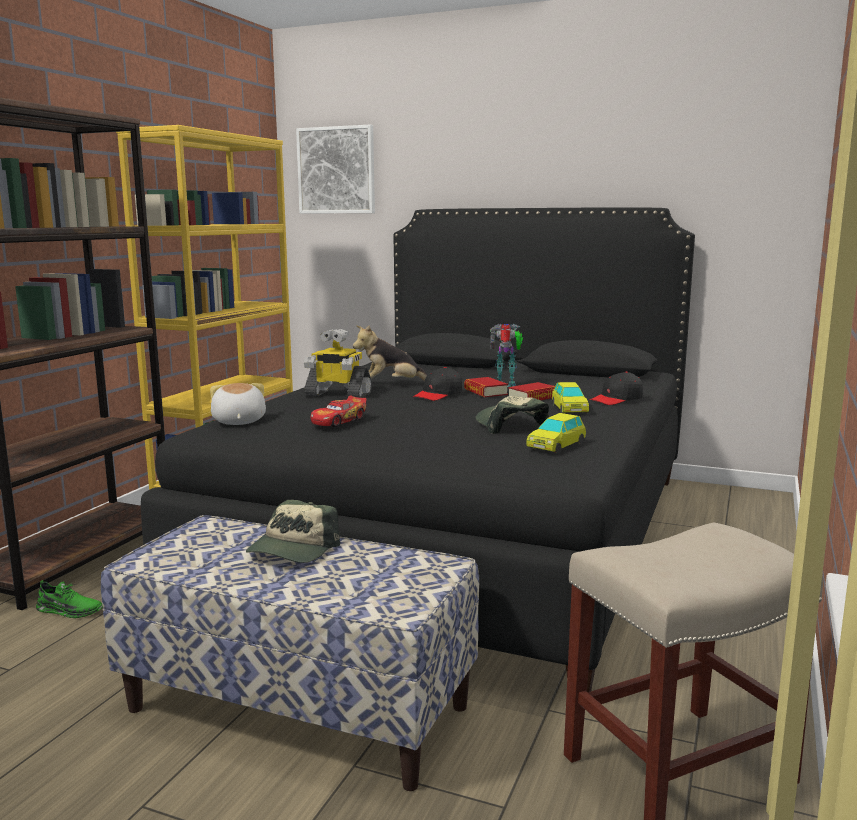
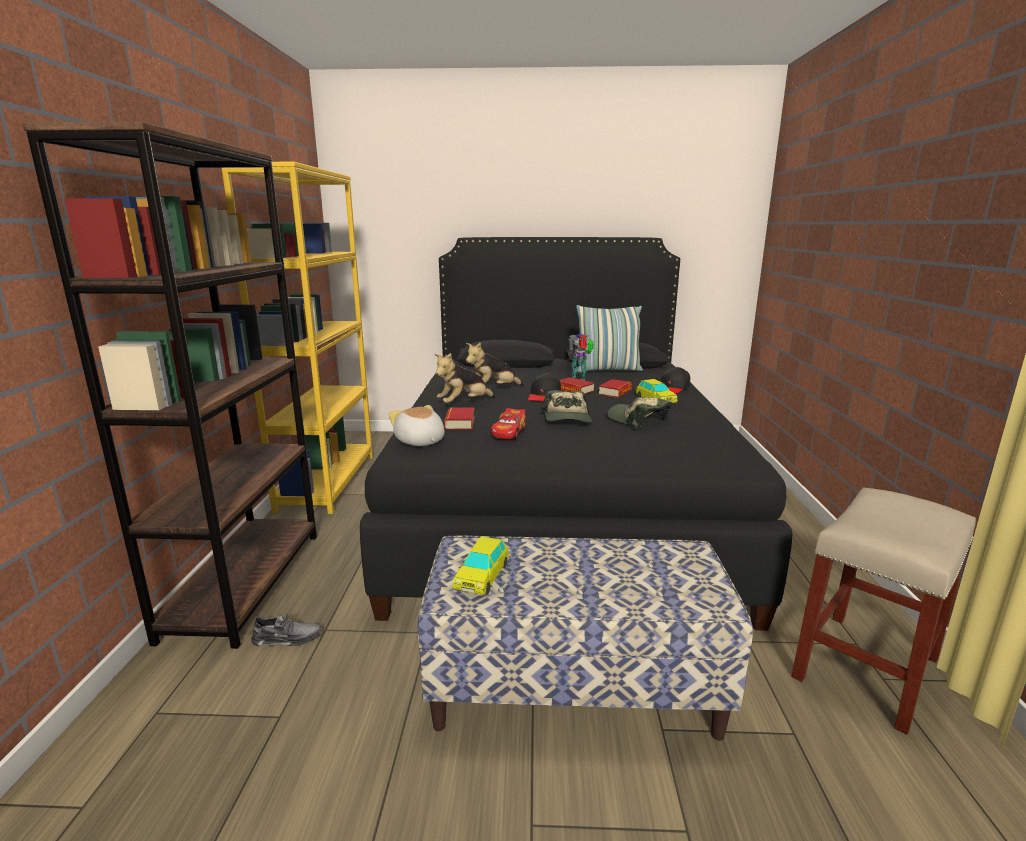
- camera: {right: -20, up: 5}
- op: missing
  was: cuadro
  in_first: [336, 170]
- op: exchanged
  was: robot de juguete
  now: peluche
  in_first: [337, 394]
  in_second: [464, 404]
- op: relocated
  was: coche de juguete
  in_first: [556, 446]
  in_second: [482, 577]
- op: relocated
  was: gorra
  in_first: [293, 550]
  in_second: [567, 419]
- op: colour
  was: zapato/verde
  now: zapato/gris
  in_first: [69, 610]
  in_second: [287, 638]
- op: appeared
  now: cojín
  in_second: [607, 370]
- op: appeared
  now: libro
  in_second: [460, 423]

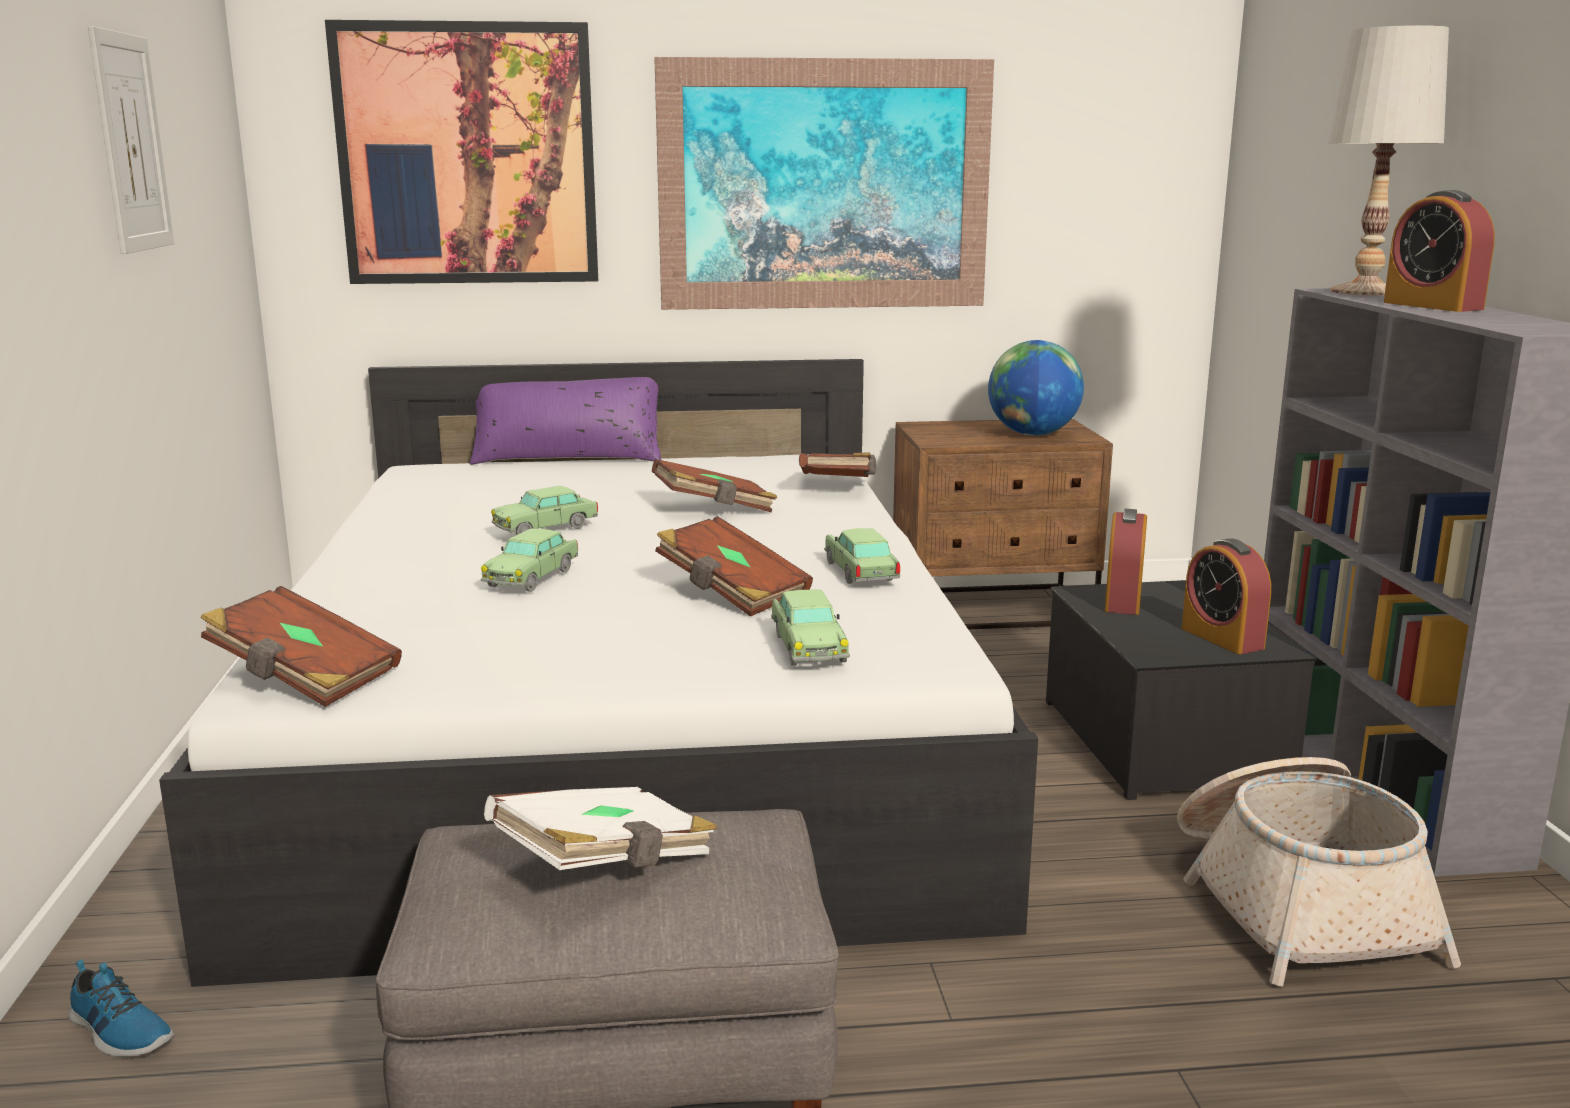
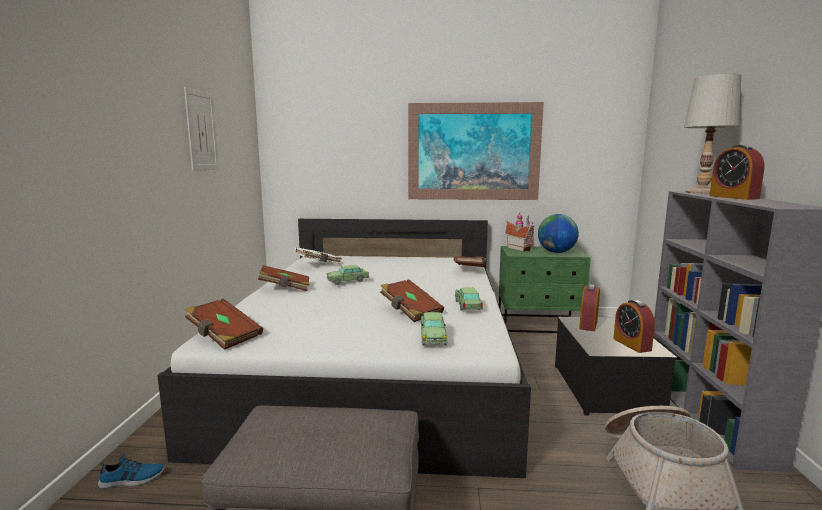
- camera: {right: 10, up: -5}
- op: missing
  was: cuadro
  in_first: [468, 155]
- op: missing
  was: cojín/morado
  in_first: [568, 458]
- op: colour
  was: mesita de noche/marrón
  now: mesita de noche/verde
  in_first: [993, 611]
  in_second: [539, 325]
- op: relocated
  was: libro/marrón
  in_first: [714, 509]
  in_second: [285, 288]
- op: missing
  was: coche de juguete
  in_first: [532, 577]
- op: relocated
  was: libro/blanco
  in_first: [606, 864]
  in_second: [319, 264]
- op: spun
  was: zapato
  in_first: [118, 1032]
  in_second: [132, 479]
  clockwise: -60
- op: appeared
  now: casita
  in_second: [520, 249]

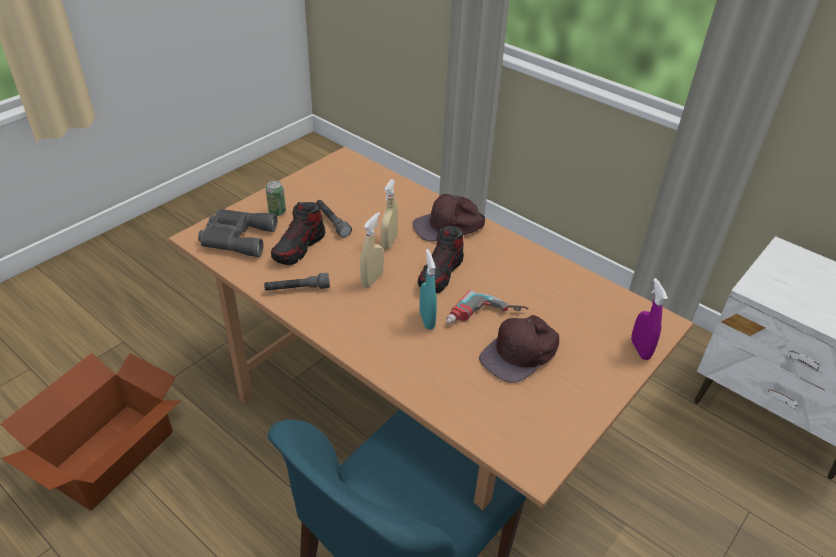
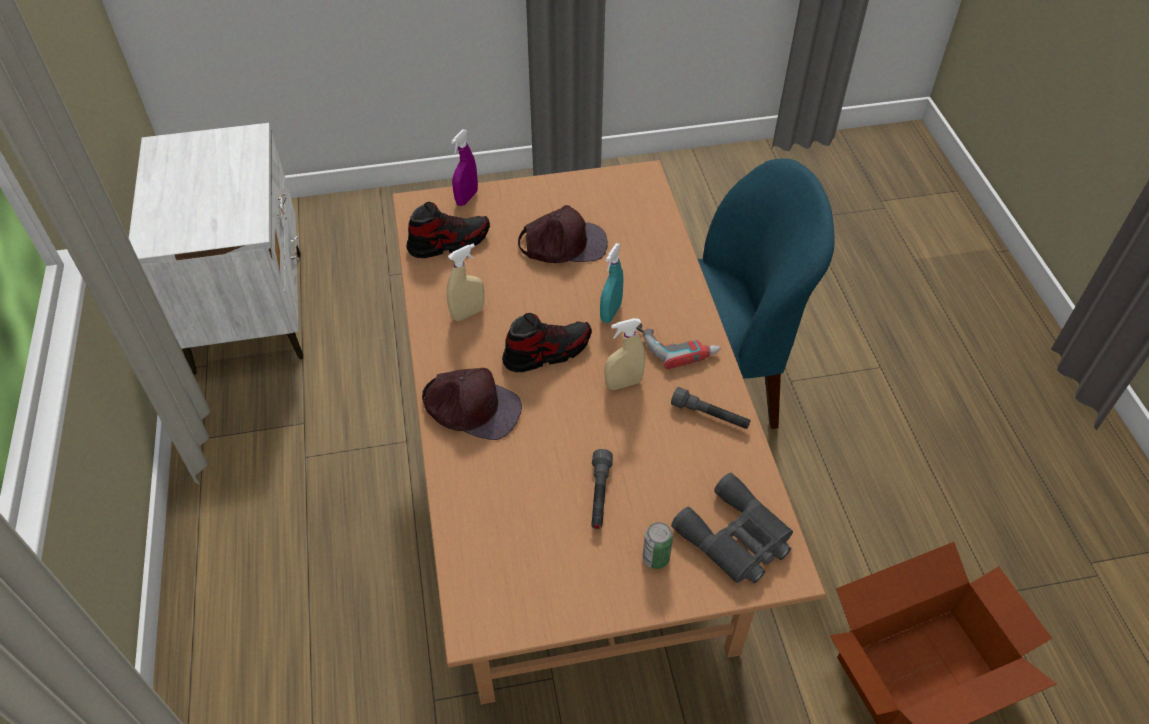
- camera: {right: -140, up: 10}
- op: relocated
  was: pulverizador/beis
  in_first: [389, 242]
  in_second: [468, 313]
- op: relocated
  was: zapato
  in_first: [299, 247]
  in_second: [449, 242]
- op: relocated
  was: taladro
  in_first: [485, 319]
  in_second: [673, 340]

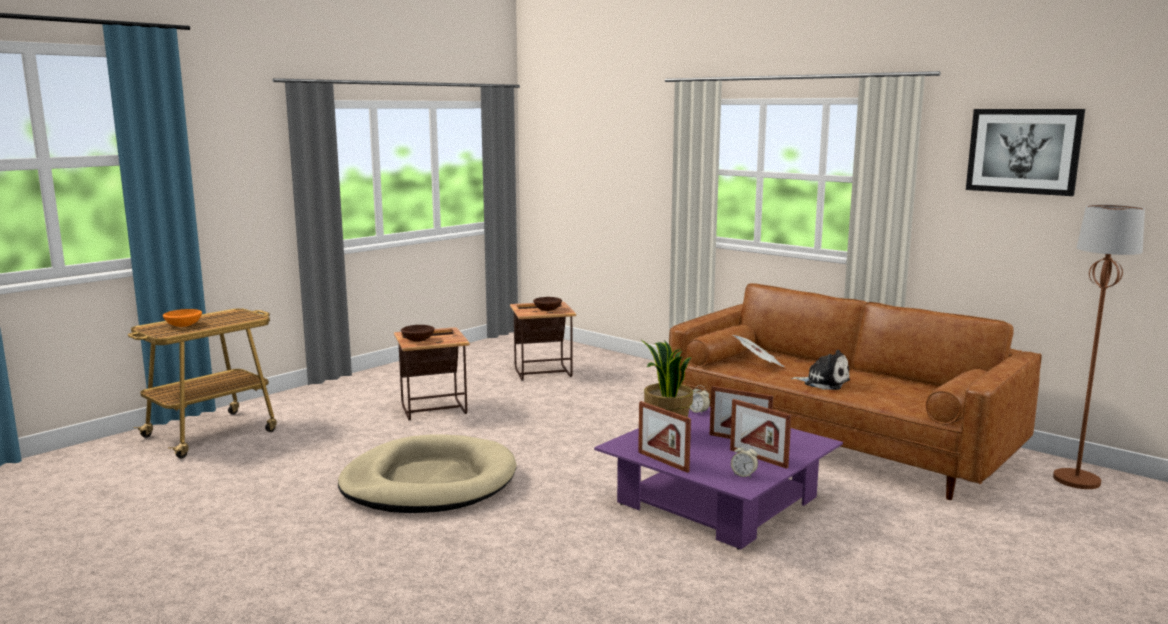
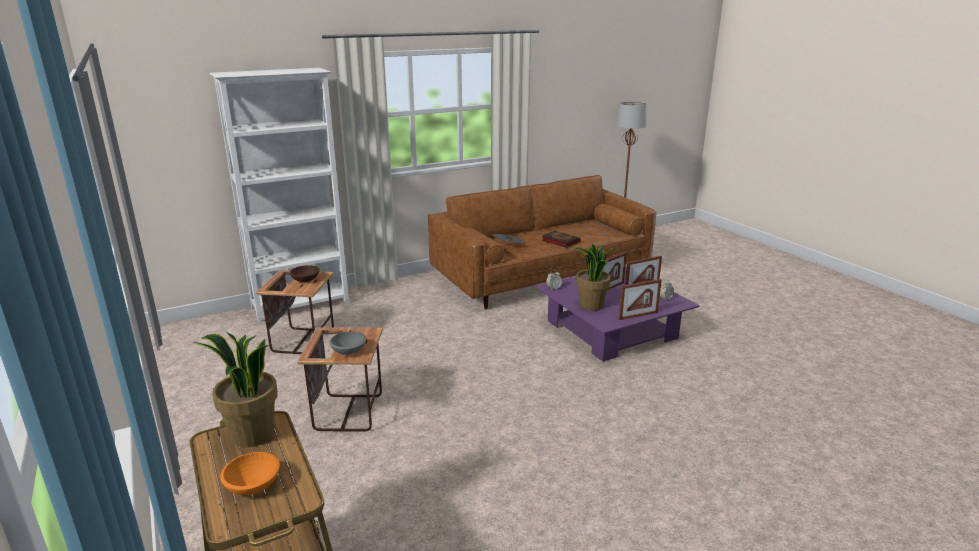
- camera: {right: -70, up: 10}
- op: missing
  was: cuadro
  in_first: [1023, 151]
- op: colour
  was: cuenco/marrón
  now: cuenco/gris
  in_first: [418, 340]
  in_second: [349, 350]
- op: exchanged
  was: peluche
  now: libro
  in_first: [824, 382]
  in_second: [559, 241]
- op: missing
  was: cama para perro/beis
  in_first: [429, 482]
- op: appeared
  now: estantería/blanco
  in_second: [301, 306]
- op: appeared
  now: planta en maceta
  in_second: [252, 435]

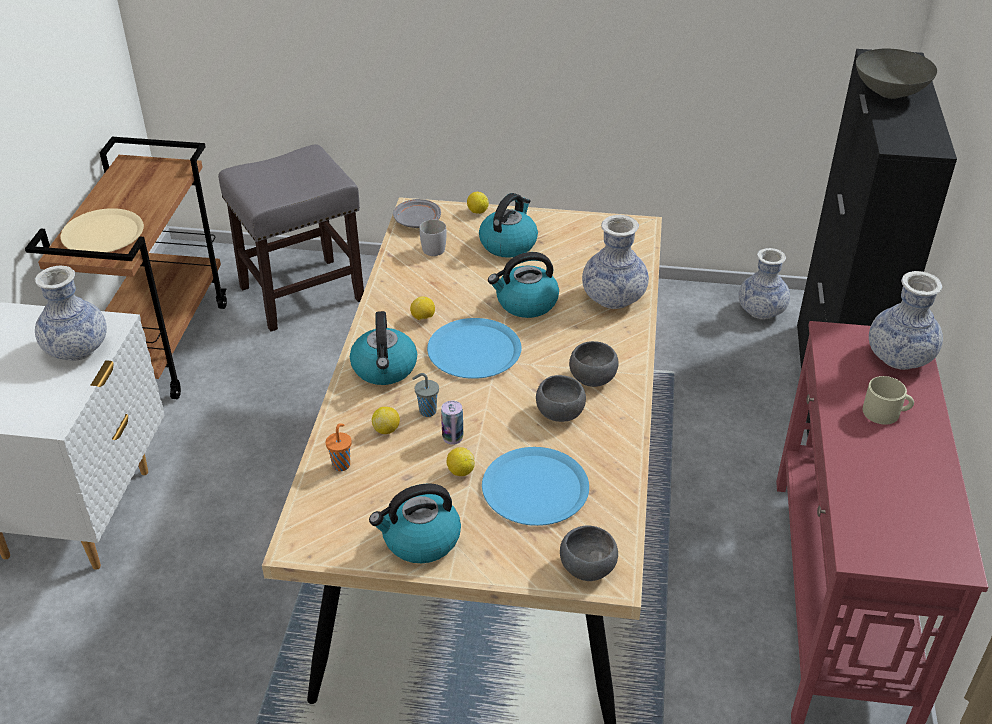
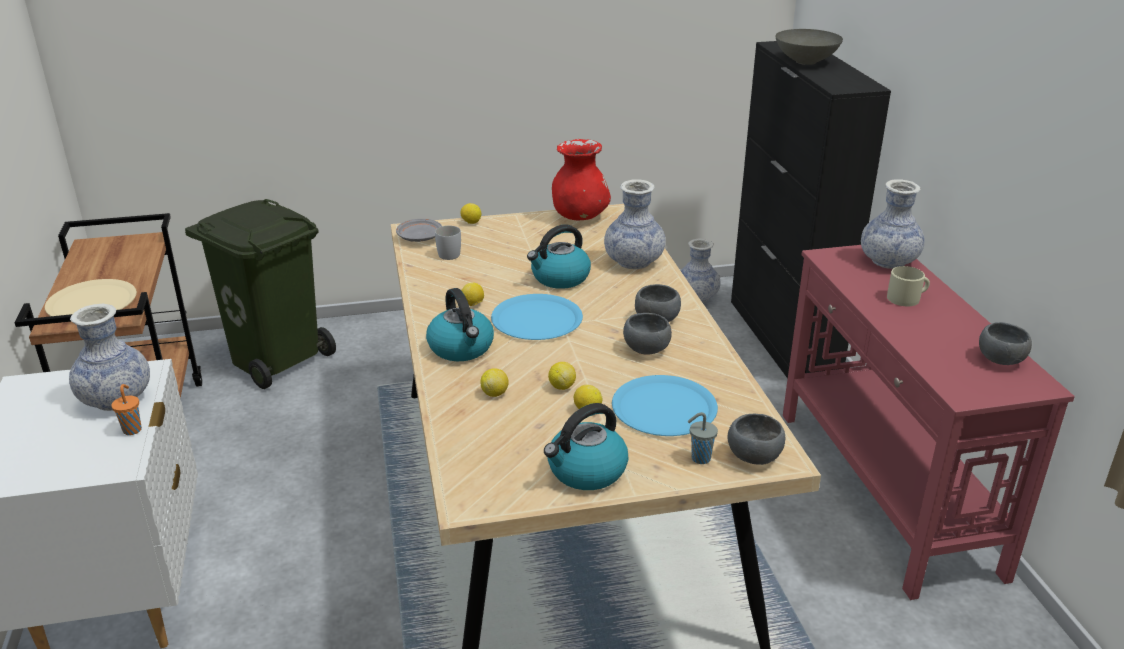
- camera: {right: -20, up: -10}
- op: exchanged
  was: taburete/gris
  now: papelera/verde
  in_first: [303, 293]
  in_second: [277, 358]
- op: missing
  was: hervidor
  in_first: [508, 243]
- op: relocated
  was: taza/gris
  in_first: [426, 411]
  in_second: [699, 458]
- op: exchanged
  was: lata
  now: limón
  in_first: [452, 437]
  in_second: [562, 386]
- op: relocated
  was: taza/naranja
  in_first: [341, 464]
  in_second: [132, 429]
- op: appeared
  now: florero/rojo
  in_second: [579, 217]
- op: appeared
  now: cuenco/gris
  in_second: [999, 360]

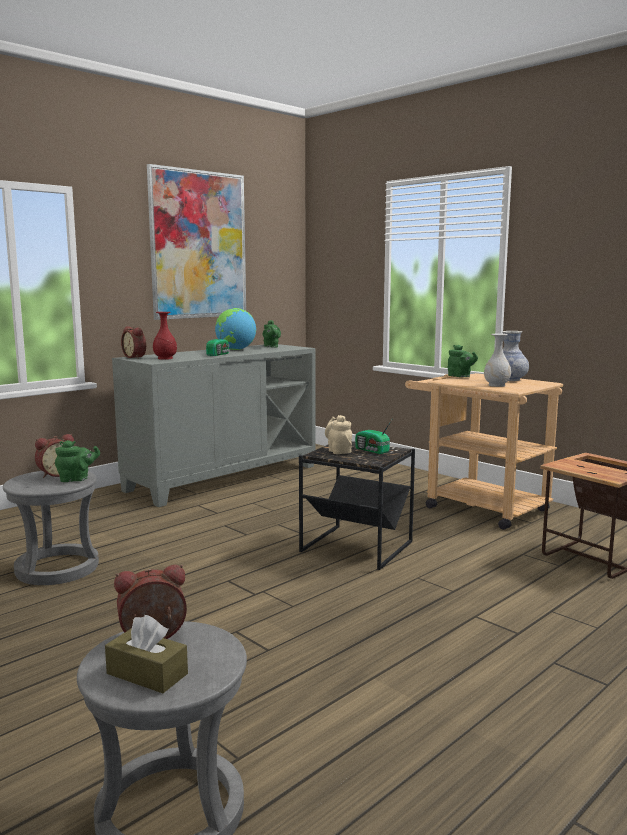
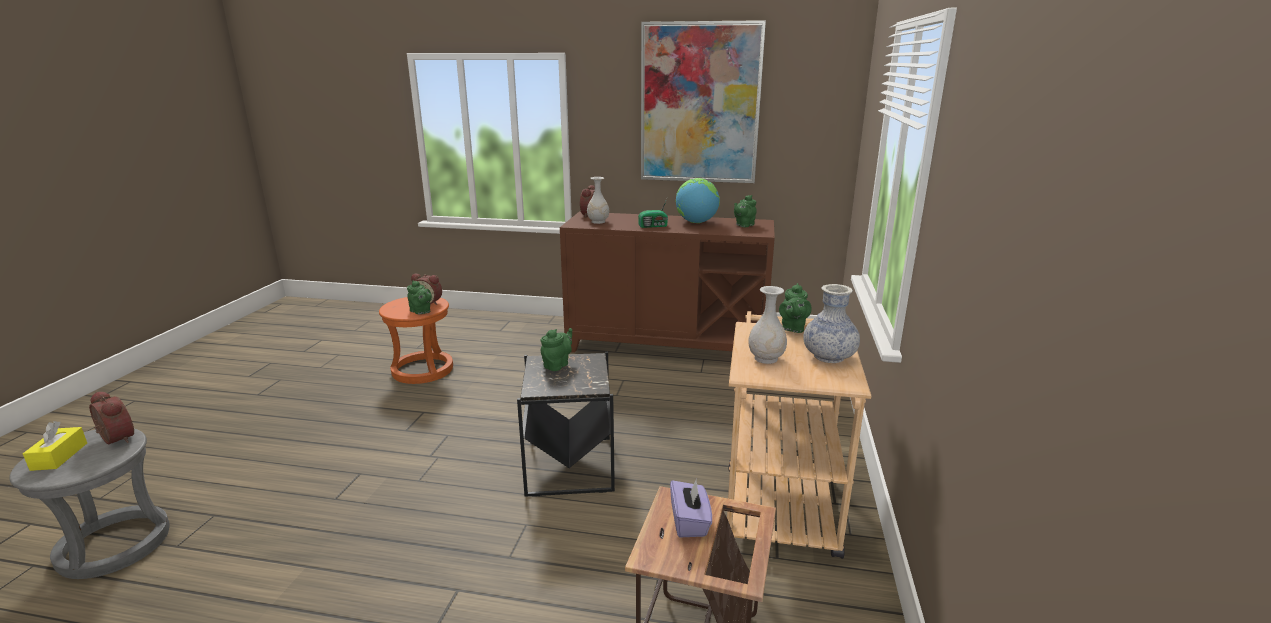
- camera: {right: 55, up: 10}
- op: colour
  was: florero/rojo
  now: florero/blanco
  in_first: [165, 358]
  in_second: [598, 222]
- op: colour
  was: armario/gris
  now: armario/marrón
  in_first: [223, 478]
  in_second: [667, 345]
- op: colour
  was: tetera/beis
  now: tetera/verde
  in_first: [338, 451]
  in_second: [557, 365]
- op: missing
  was: radio
  in_first: [372, 450]
- op: colour
  was: taburete/gris
  now: taburete/naranja
  in_first: [57, 568]
  in_second: [423, 370]
- op: colour
  was: caja de pañuelos/marrón
  now: caja de pañuelos/amarillo
  in_first: [147, 674]
  in_second: [59, 456]
- op: appeared
  now: caja de pañuelos/morado
  in_second: [690, 522]

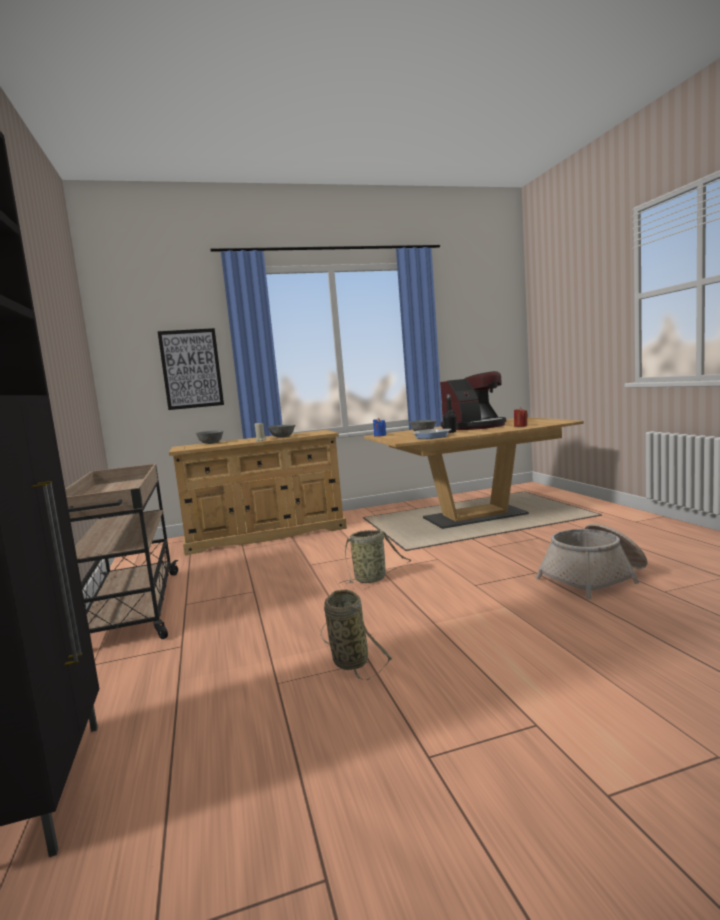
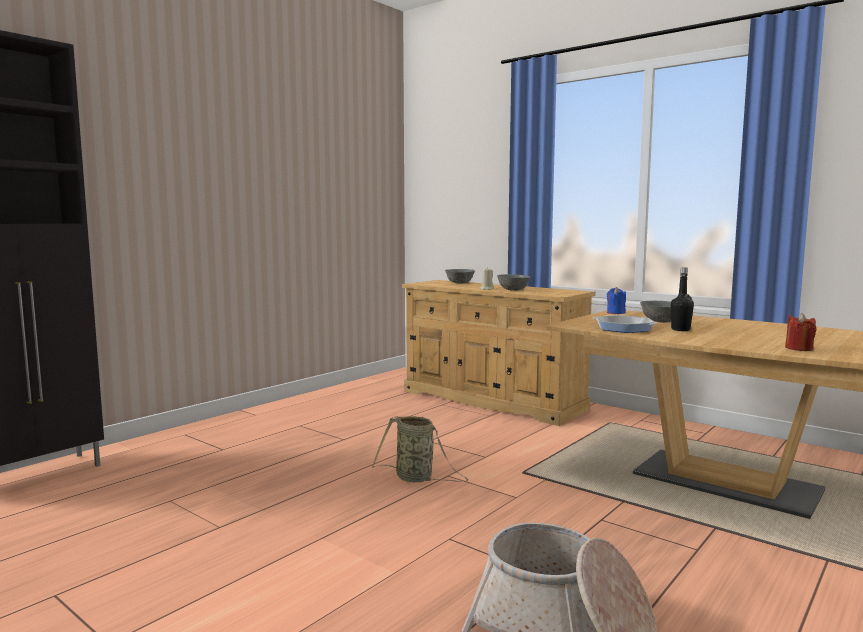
- camera: {right: 55, up: 0}
- op: missing
  was: cuadro
  in_first: [191, 369]
- op: missing
  was: cafetera
  in_first: [475, 427]
- op: missing
  was: carrito/beis
  in_first: [132, 610]
- op: missing
  was: cesta
  in_first: [349, 660]

